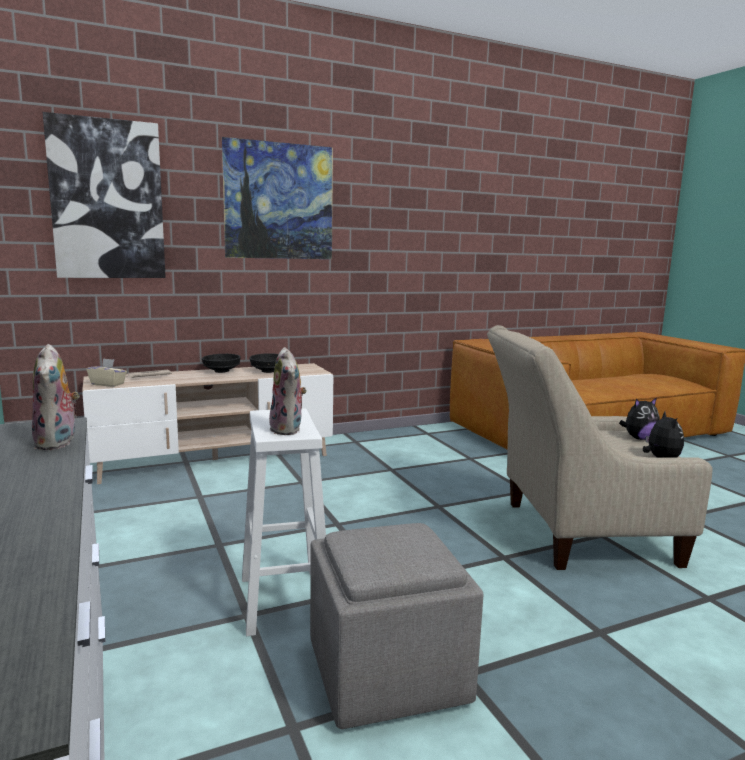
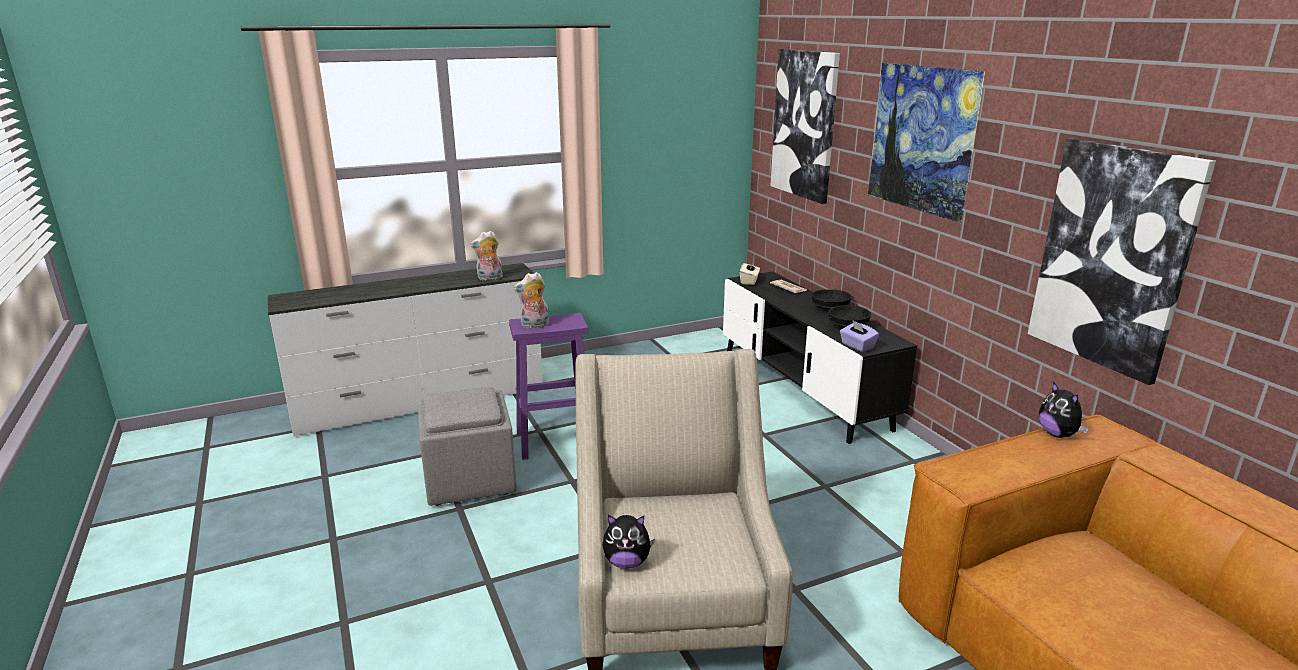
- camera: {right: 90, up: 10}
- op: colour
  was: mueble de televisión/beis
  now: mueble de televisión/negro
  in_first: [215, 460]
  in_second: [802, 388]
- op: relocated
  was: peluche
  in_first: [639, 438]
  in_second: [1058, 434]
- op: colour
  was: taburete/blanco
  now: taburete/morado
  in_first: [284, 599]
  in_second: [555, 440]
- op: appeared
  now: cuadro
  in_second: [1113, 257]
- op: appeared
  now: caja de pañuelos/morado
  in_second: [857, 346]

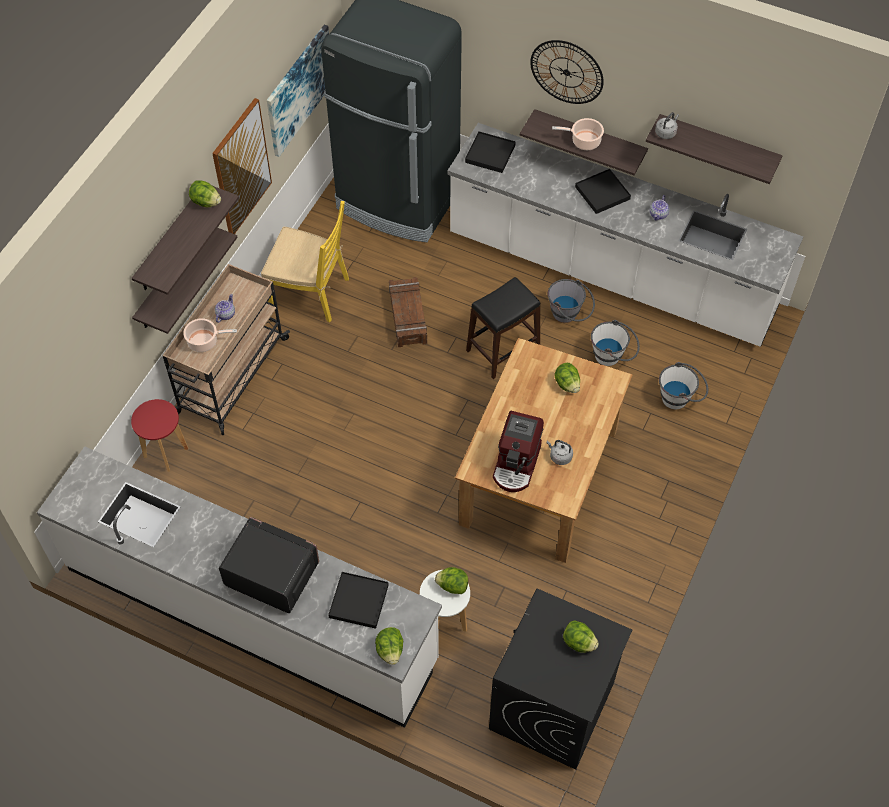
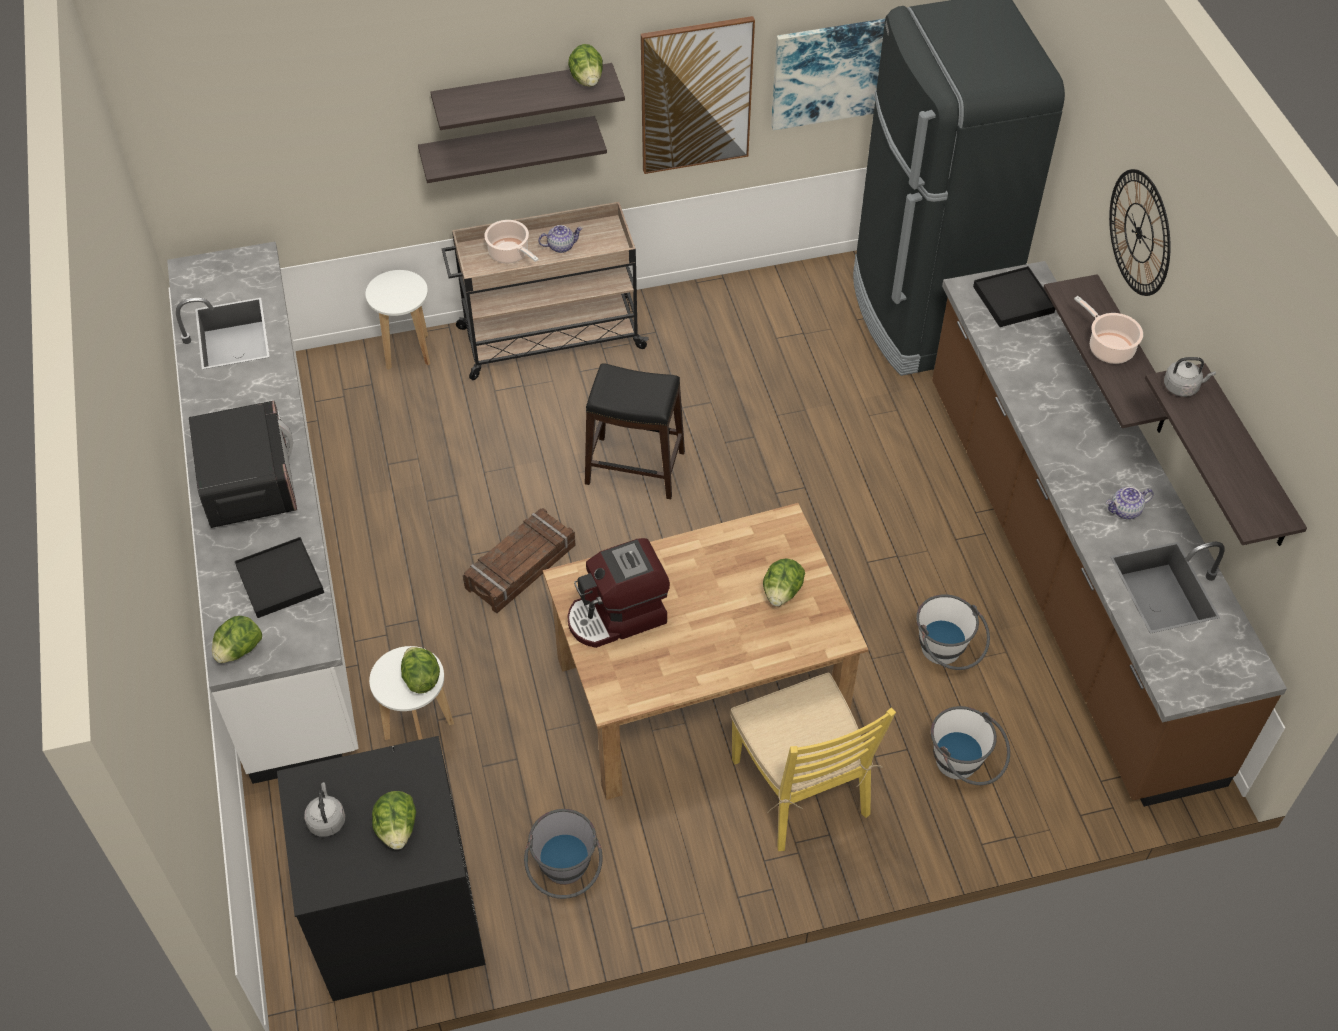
- camera: {right: 50, up: -5}
- op: colour
  was: mueble bajo de cocina/blanco
  now: mueble bajo de cocina/marrón
  in_first: [610, 274]
  in_second: [1063, 573]
- op: missing
  was: bandeja/negro
  in_first: [602, 193]
- op: relocated
  was: silla/amarillo
  in_first: [310, 292]
  in_second: [801, 788]
- op: relocated
  was: caja de embalaje
  in_first: [408, 316]
  in_second: [521, 567]
- op: relocated
  was: taburete/negro
  in_first: [502, 349]
  in_second: [635, 467]
- op: relocated
  was: cubo/gris
  in_first: [569, 315]
  in_second: [565, 874]
- op: colour
  was: taburete/rojo
  now: taburete/blanco
  in_first: [166, 453]
  in_second: [407, 352]
- op: relocated
  was: hervidor/gris
  in_first: [559, 456]
  in_second: [326, 820]

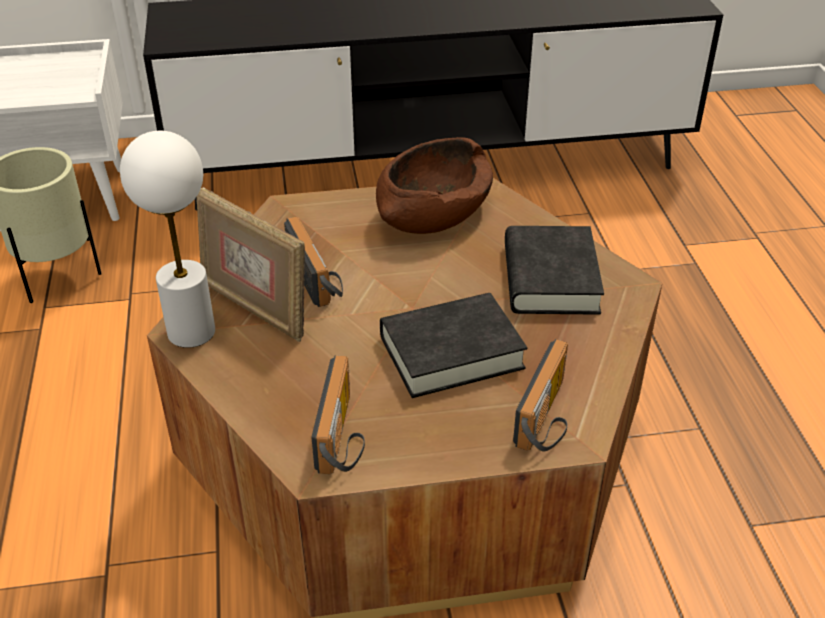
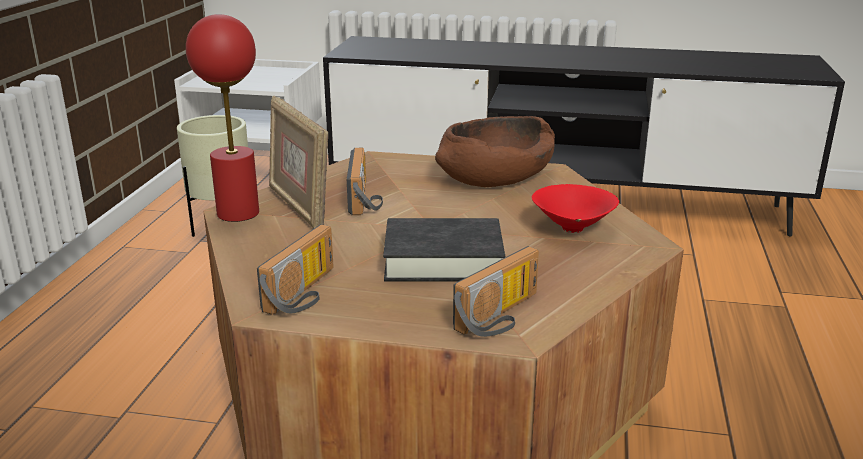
- camera: {right: 20, up: -15}
- op: colour
  was: lámpara de mesa/blanco
  now: lámpara de mesa/rojo
  in_first: [192, 332]
  in_second: [238, 213]
- op: exchanged
  was: libro/negro
  now: cuenco/rojo
  in_first: [550, 279]
  in_second: [572, 230]

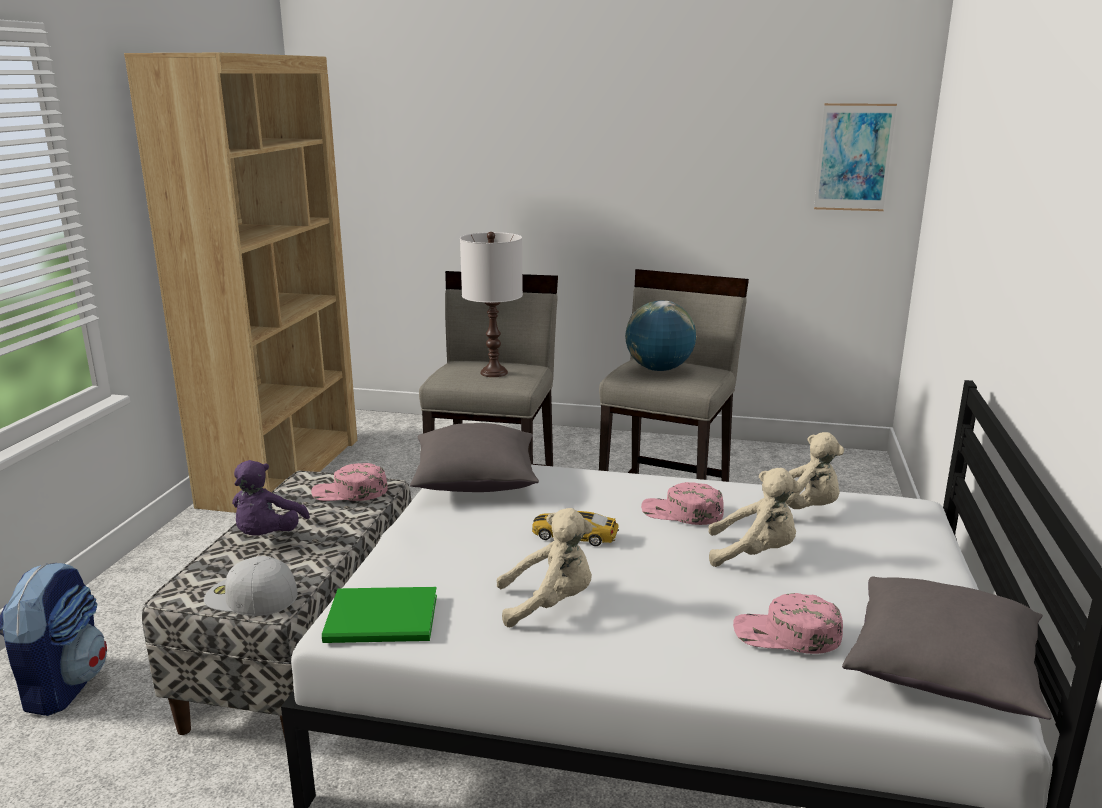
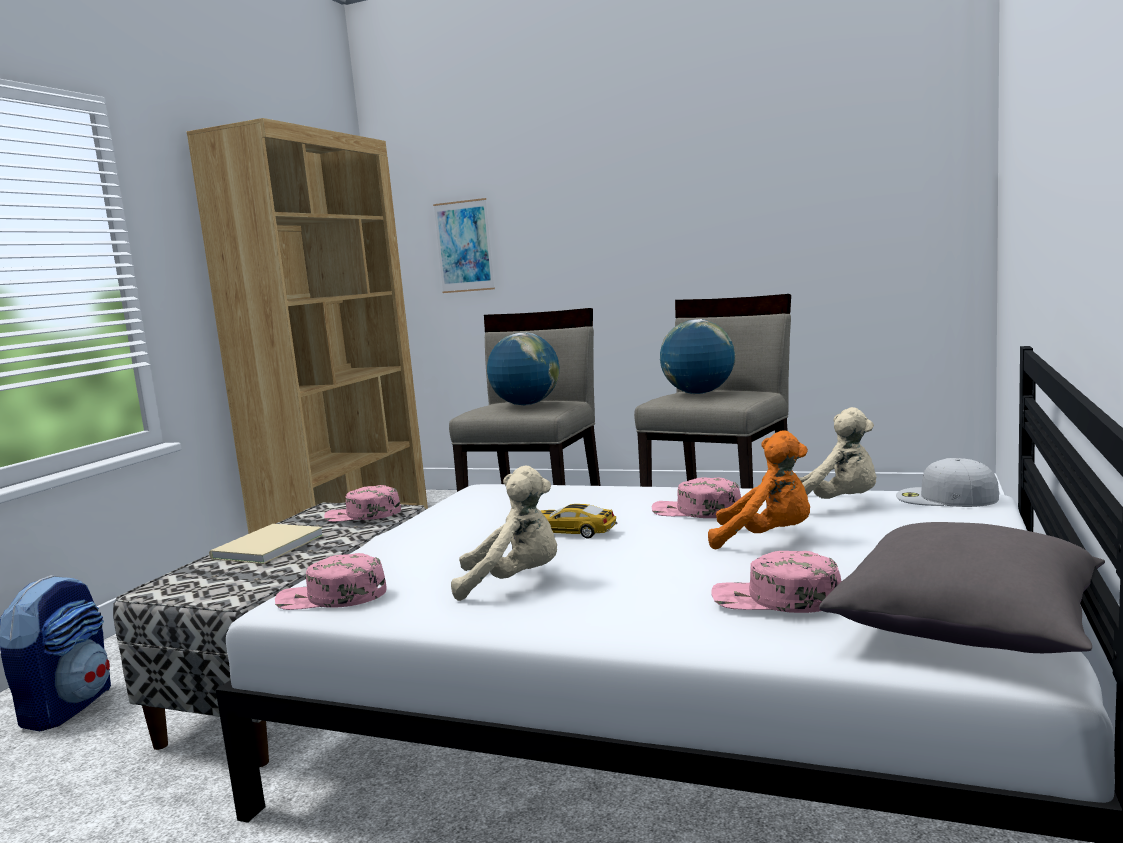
- camera: {right: 10, up: -10}
- op: relocated
  was: cuadro
  in_first: [854, 157]
  in_second: [464, 246]
- op: exchanged
  was: lámpara de mesa/blanco
  now: globo terráqueo
  in_first: [494, 372]
  in_second: [526, 405]
- op: missing
  was: cojín/gris
  in_first: [475, 482]
- op: exchanged
  was: peluche/morado
  now: libro/beis
  in_first: [267, 536]
  in_second: [264, 547]
- op: colour
  was: peluche/beis
  now: peluche/naranja
  in_first: [754, 554]
  in_second: [766, 539]
- op: relocated
  was: gorra/blanco
  in_first: [250, 596]
  in_second: [945, 497]
- op: exchanged
  was: libro/verde
  now: gorra/rosa
  in_first: [385, 620]
  in_second: [331, 597]

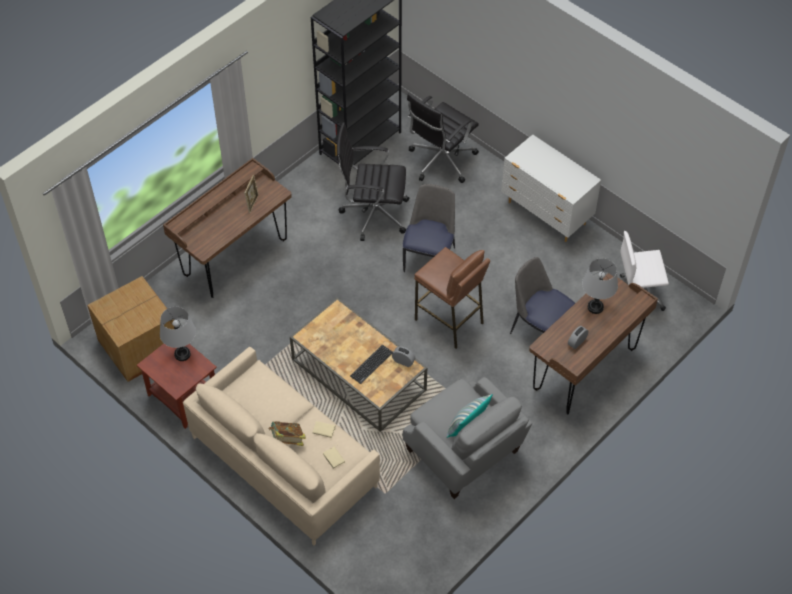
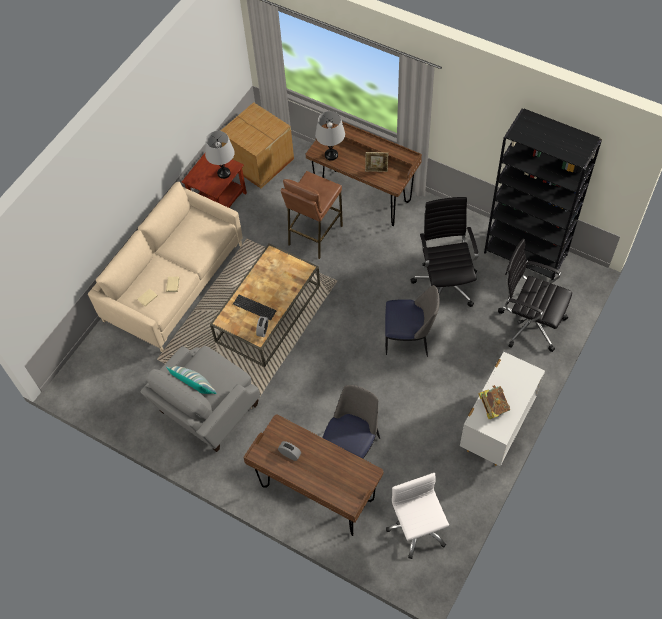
- camera: {right: 80, up: 5}
- op: relocated
  was: taburete/marrón
  in_first: [449, 321]
  in_second: [314, 235]
- op: relocated
  was: lámpara de mesa/gris
  in_first: [595, 307]
  in_second: [331, 155]
- op: relocated
  was: libro
  in_first: [287, 440]
  in_second: [493, 407]

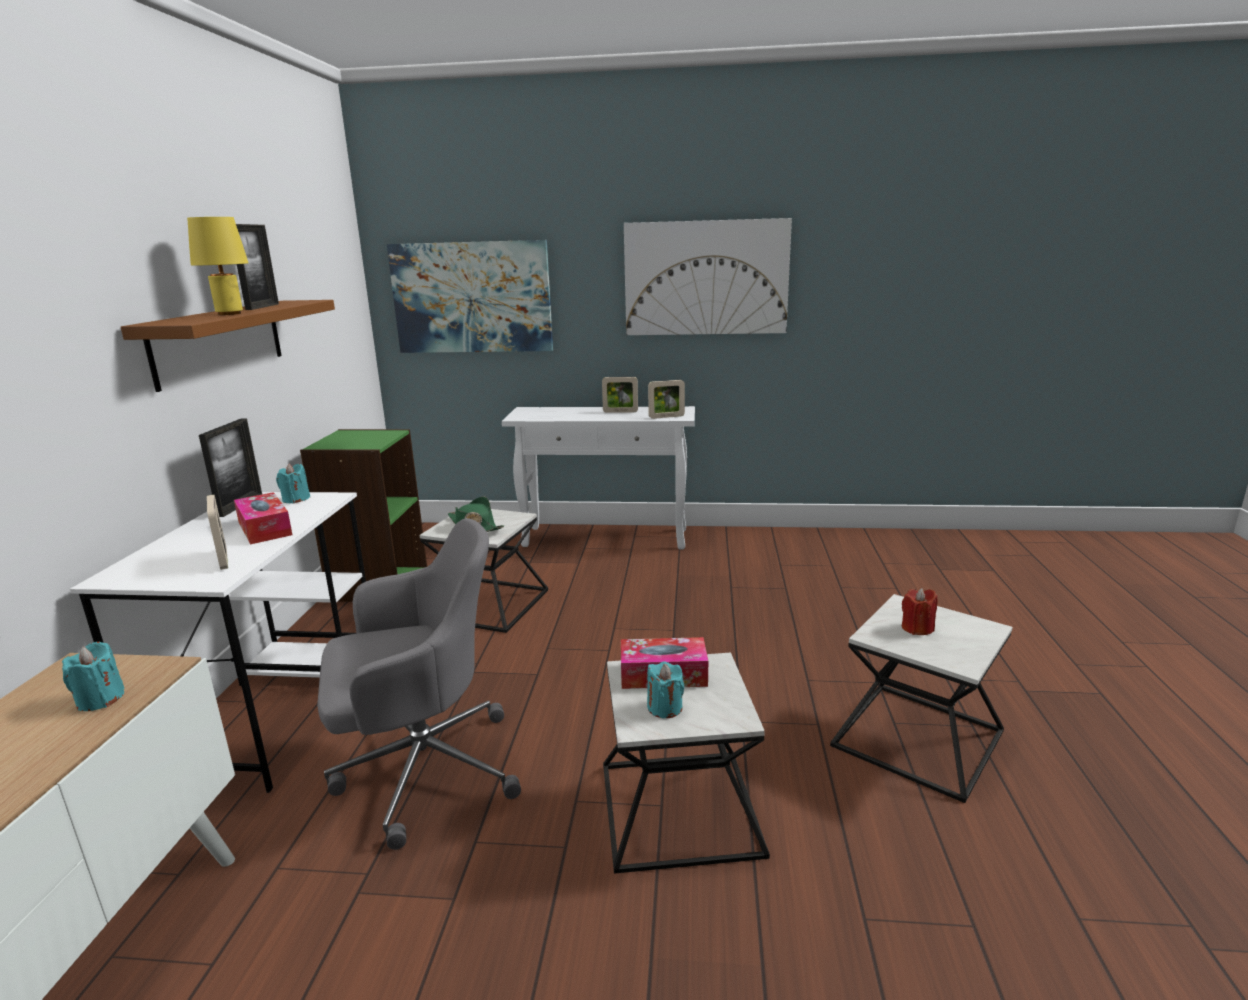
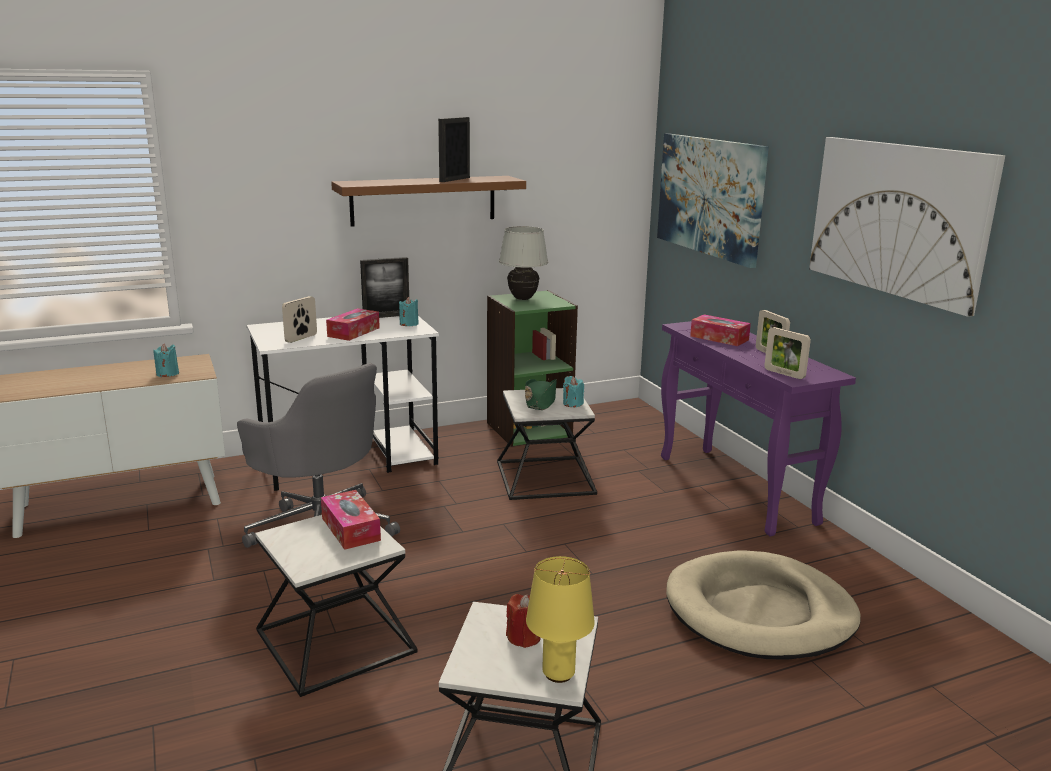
- camera: {right: 60, up: 0}
- op: relocated
  was: lámpara de mesa/amarillo
  in_first: [230, 314]
  in_second: [559, 674]
- op: spun
  was: portarretratos
  in_first: [262, 307]
  in_second: [454, 179]
  clockwise: 150
- op: colour
  was: mesa consola/blanco
  now: mesa consola/morado
  in_first: [606, 538]
  in_second: [736, 489]
- op: relocated
  was: vela/turquesa
  in_first: [664, 707]
  in_second: [572, 403]
- op: appeared
  now: lámpara de mesa/blanco
  in_second: [523, 299]
- op: appeared
  now: caja de pañuelos
  in_second: [719, 338]
- op: appeared
  now: cama para perro/beis
  in_second: [760, 612]

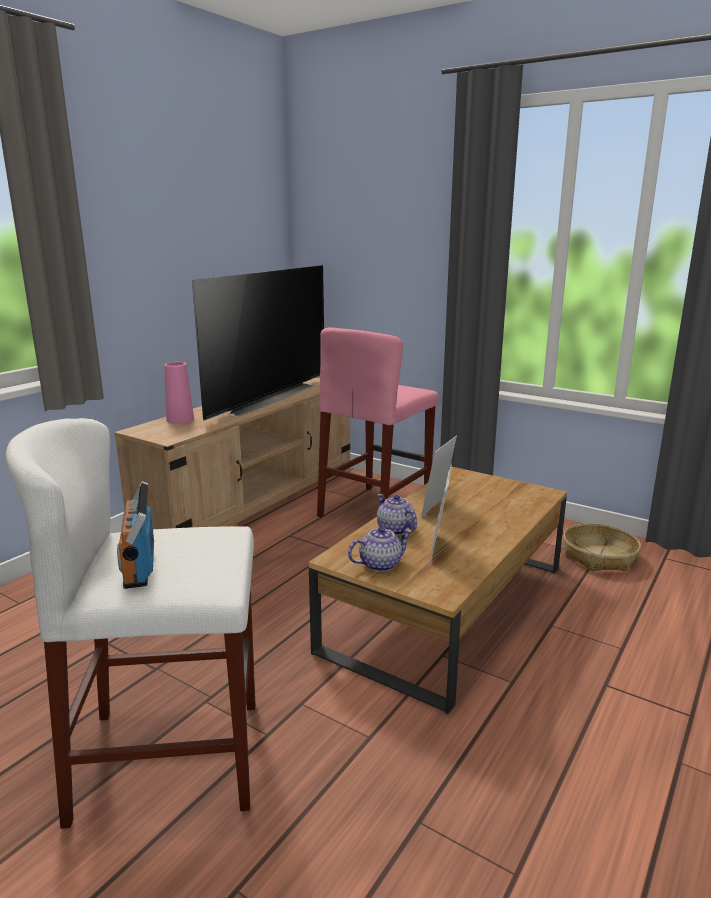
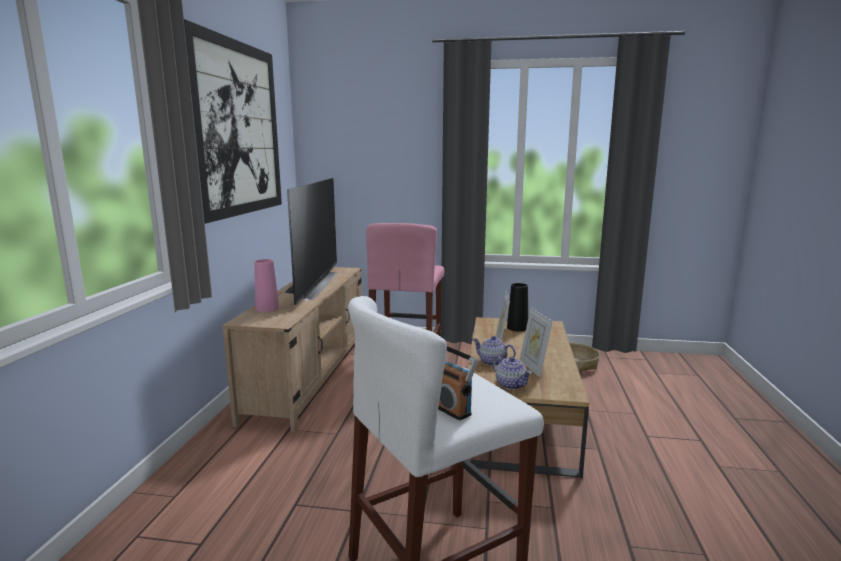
- camera: {right: -25, up: -5}
- op: spun
  was: tetera
  in_first: [380, 564]
  in_second: [511, 385]
  clockwise: 105
- op: appeared
  now: cuadro
  in_second: [236, 129]
- op: appeared
  now: florero/negro
  in_second: [517, 328]

